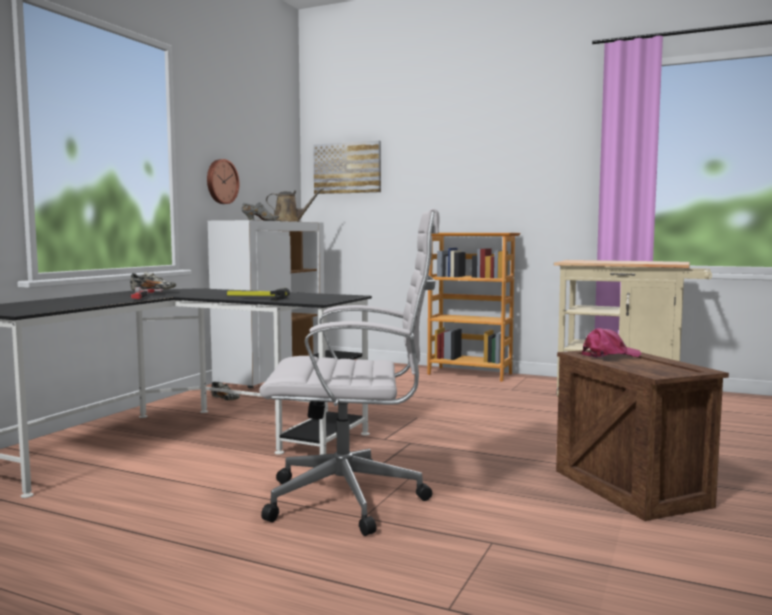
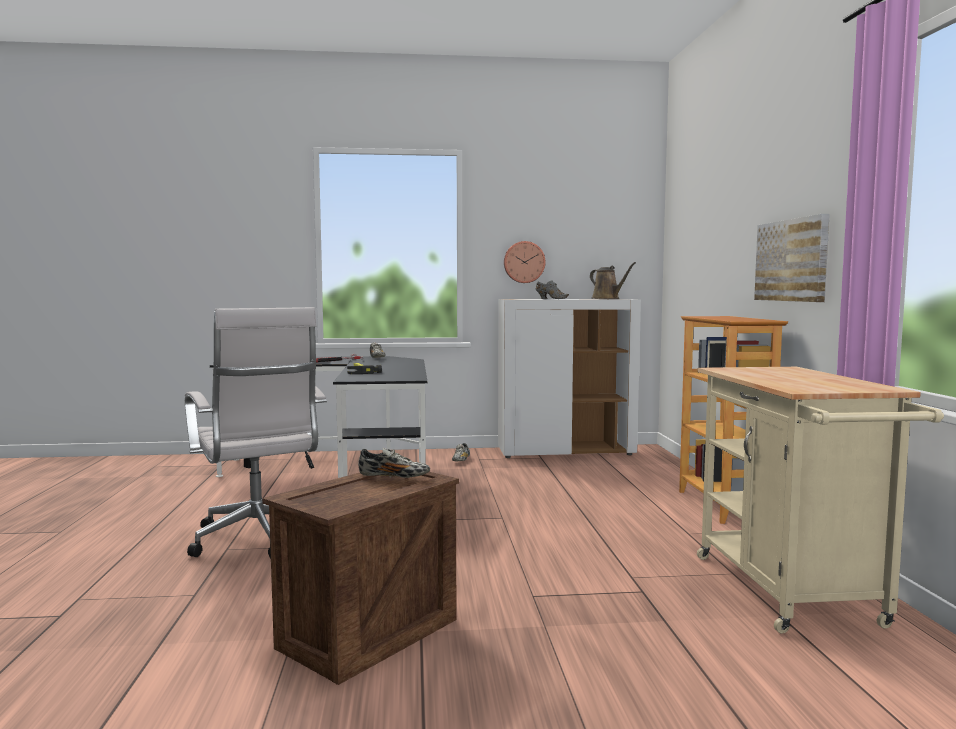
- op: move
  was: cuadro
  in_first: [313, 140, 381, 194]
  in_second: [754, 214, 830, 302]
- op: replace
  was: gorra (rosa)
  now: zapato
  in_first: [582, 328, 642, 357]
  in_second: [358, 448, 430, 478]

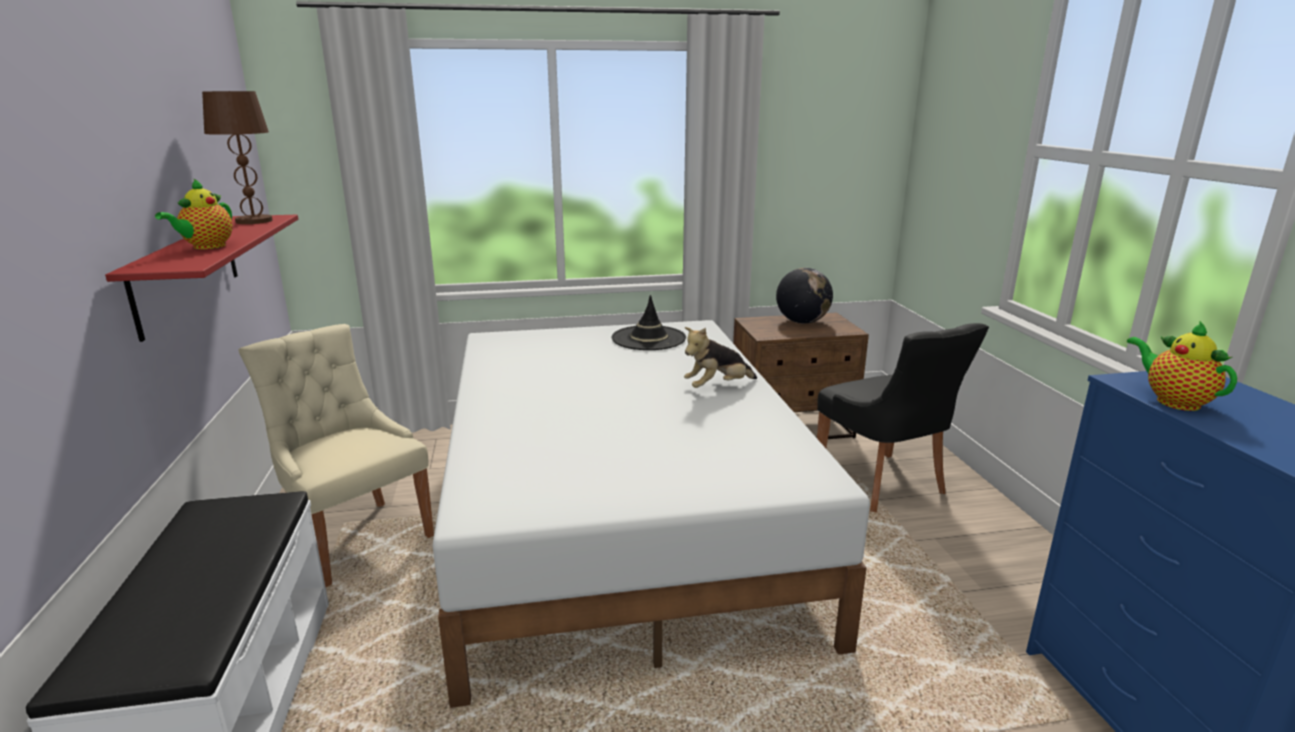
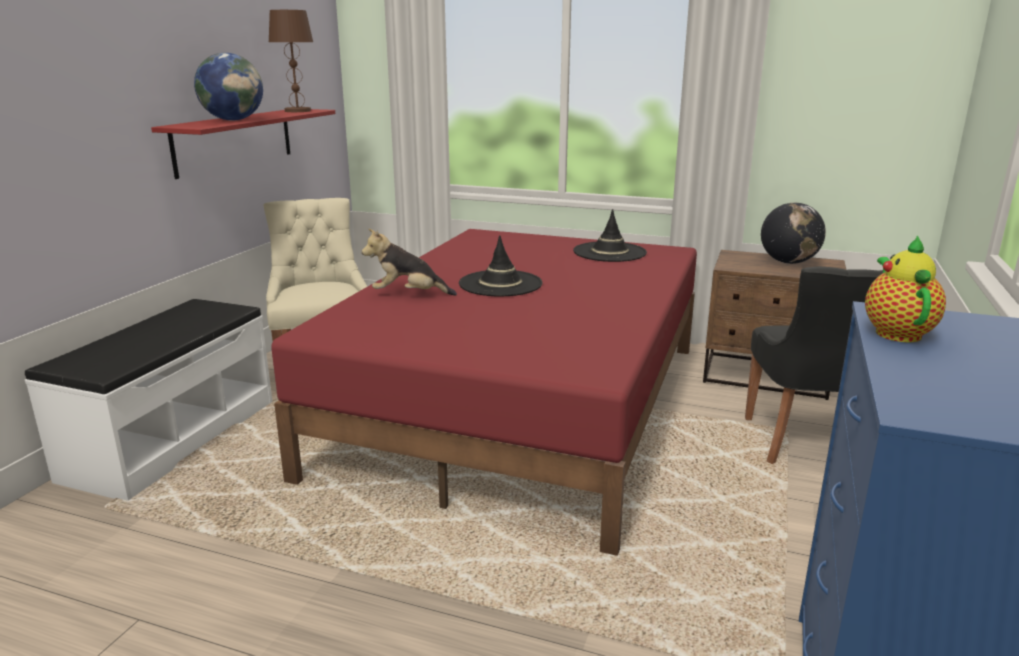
- op: replace
  was: tetera
  now: globo terráqueo
  in_first: [155, 178, 233, 249]
  in_second: [194, 53, 263, 120]
- op: recolor
  was: cama (blanco)
  now: cama (rojo)
  in_first: [433, 320, 870, 708]
  in_second: [271, 229, 697, 556]
- op: move
  was: peluche
  in_first: [684, 327, 757, 388]
  in_second: [362, 228, 457, 296]
- op: insert
  now: sombrero (negro)
  in_second: [459, 235, 543, 296]

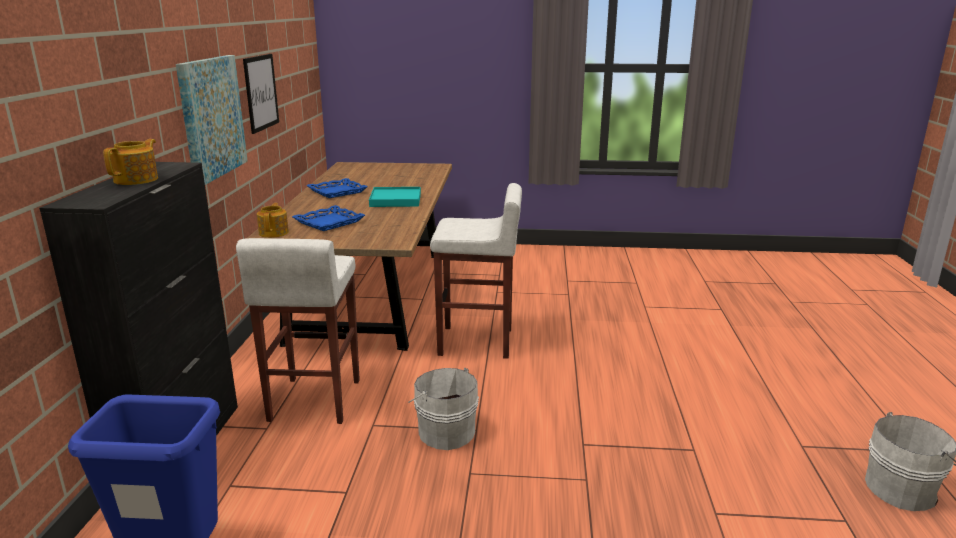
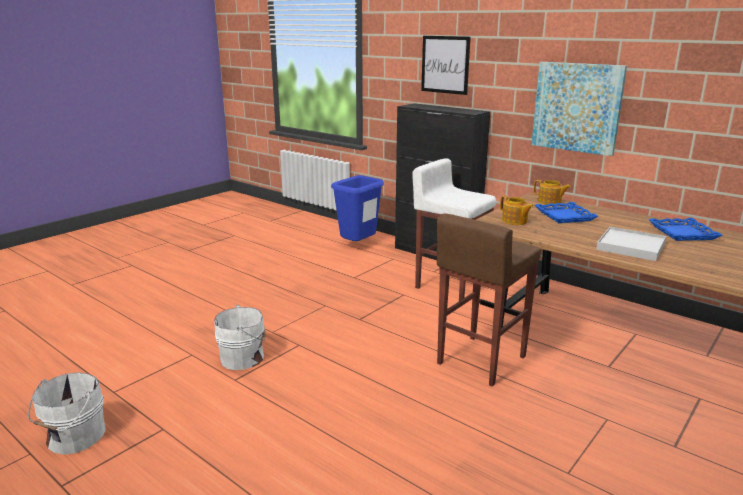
- op: move
  was: cuadro
  in_first: [243, 54, 279, 134]
  in_second: [421, 36, 471, 95]
- op: move
  was: tetera
  in_first: [103, 139, 158, 185]
  in_second: [500, 196, 534, 225]
- op: recolor
  was: taburete (blanco)
  now: taburete (marrón)
  in_first: [430, 183, 522, 359]
  in_second: [437, 214, 541, 387]
- op: recolor
  was: bandeja (turquesa)
  now: bandeja (blanco)
  in_first: [369, 187, 421, 207]
  in_second: [596, 227, 666, 261]
- op: move
  was: cubo (blanco)
  in_first: [408, 368, 479, 450]
  in_second: [214, 305, 266, 370]

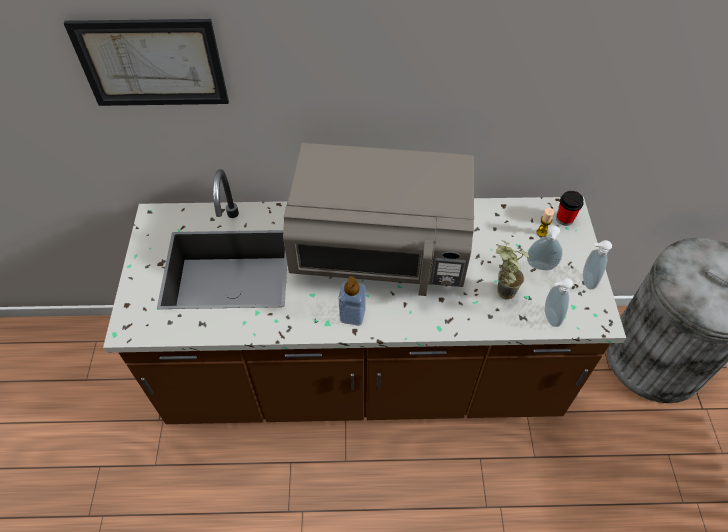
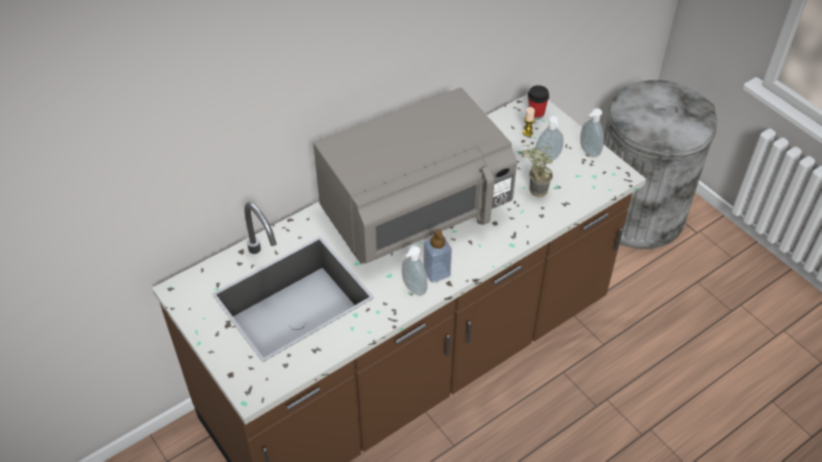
- op: delete
  was: cuadro
  in_first: [64, 19, 229, 106]
- op: move
  was: dispensador de jabón
  in_first: [545, 278, 573, 327]
  in_second: [402, 246, 428, 296]

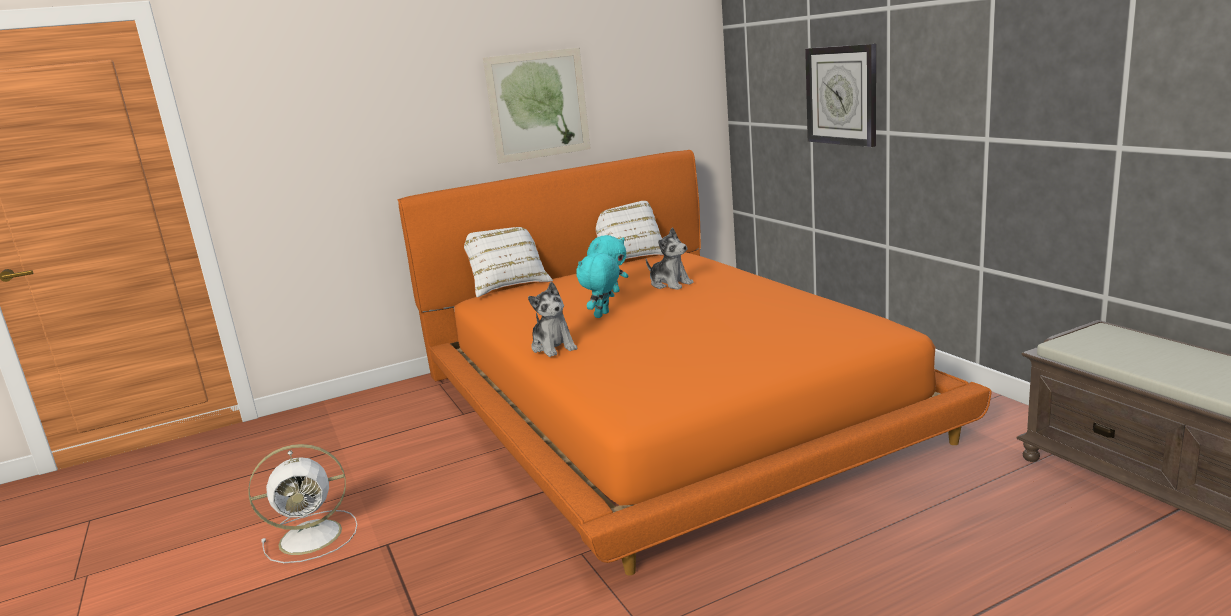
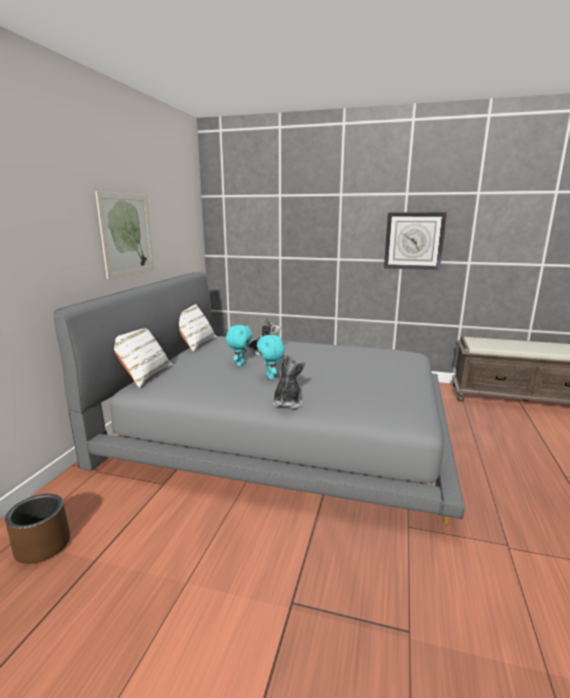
- op: move
  was: reloj de pared
  in_first: [805, 44, 876, 147]
  in_second: [384, 212, 447, 270]
- op: recolor
  was: cama (naranja)
  now: cama (gris)
  in_first: [398, 150, 992, 575]
  in_second: [53, 271, 465, 524]
- op: rotate
  was: peluche
  in_first: [528, 282, 577, 357]
  in_second: [272, 354, 305, 409]
  clockwise: -90
- op: delete
  was: ventilador (blanco)
  in_first: [248, 444, 357, 563]
- op: insert
  now: maceta (marrón)
  in_second: [5, 494, 70, 564]

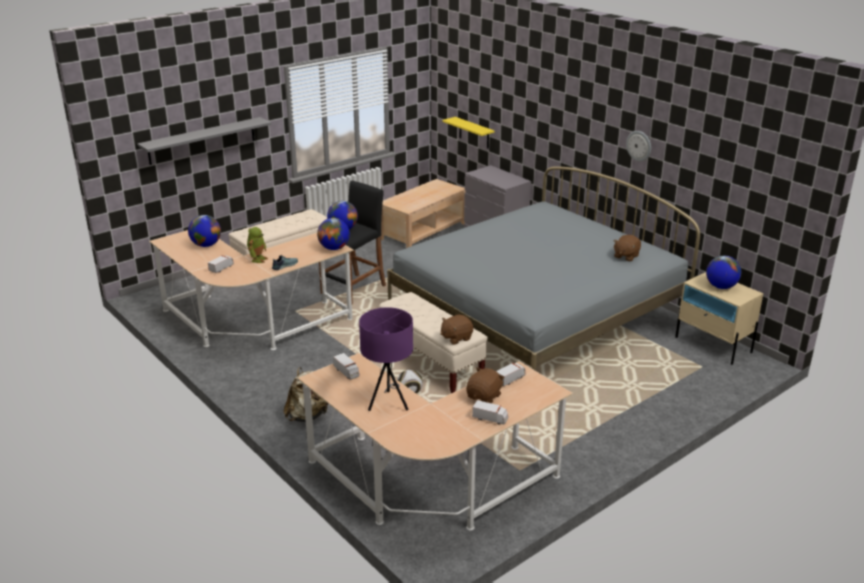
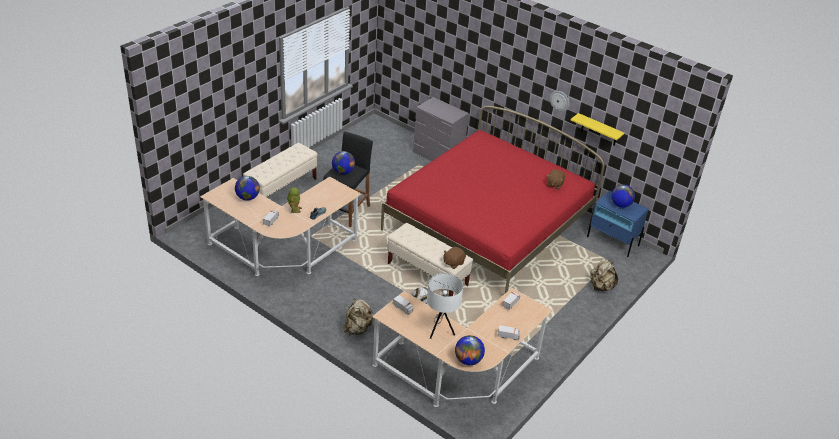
- op: delete
  was: estante (gris)
  in_first: [137, 117, 271, 165]
- op: move
  was: estante (amarillo)
  in_first: [442, 117, 494, 149]
  in_second: [571, 113, 624, 146]
- op: recolor
  was: cama (gris)
  now: cama (rojo)
  in_first: [387, 166, 700, 371]
  in_second: [381, 106, 605, 293]
- op: delete
  was: mesa de centro (beis)
  in_first: [381, 179, 466, 248]
- op: move
  was: globo terráqueo
  in_first: [317, 218, 350, 250]
  in_second: [455, 335, 485, 365]
- op: recolor
  was: mesita de noche (beis)
  now: mesita de noche (azul)
  in_first: [675, 272, 764, 365]
  in_second: [587, 191, 649, 257]
- op: recolor
  was: lámpara de mesa (morado)
  now: lámpara de mesa (blanco)
  in_first: [359, 307, 413, 411]
  in_second: [427, 273, 463, 339]
- op: delete
  was: peluche (marrón)
  in_first: [466, 367, 505, 403]
- op: insert
  now: mochila (beis)
  in_second: [590, 259, 618, 291]

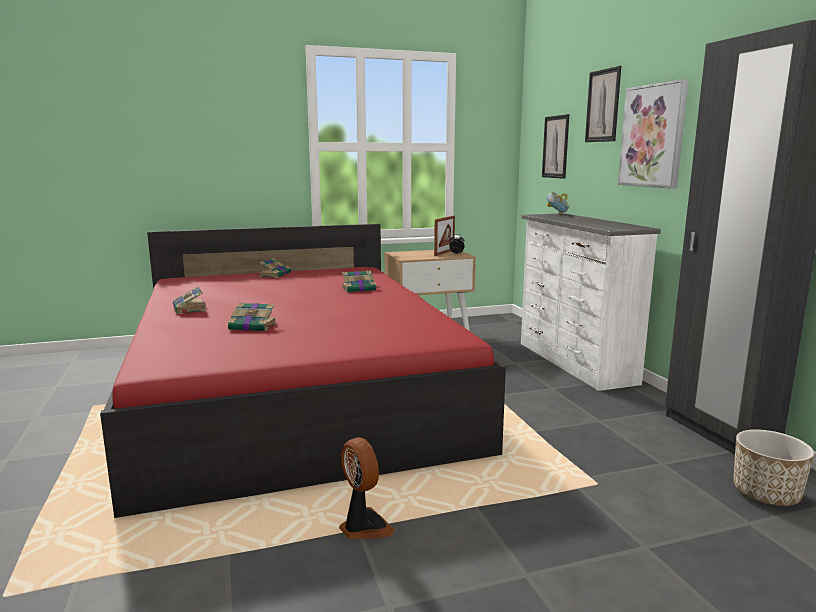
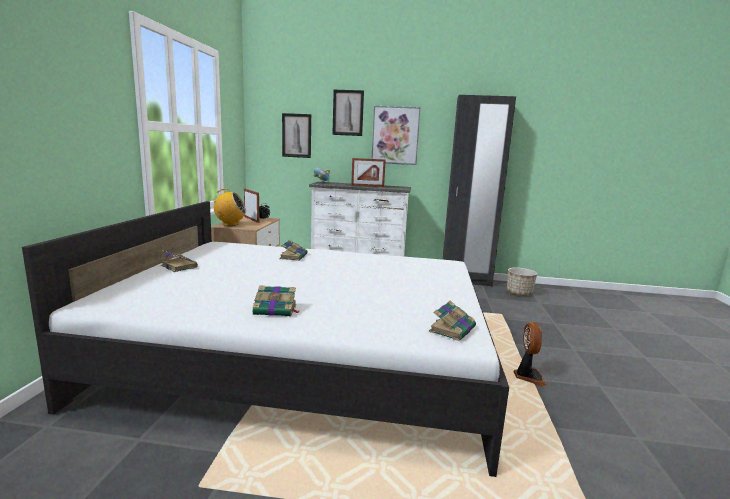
- op: recolor
  was: cama (rojo)
  now: cama (blanco)
  in_first: [100, 224, 506, 518]
  in_second: [22, 201, 509, 477]
- op: move
  was: libro
  in_first: [228, 303, 276, 331]
  in_second: [429, 301, 476, 341]
- op: rotate
  was: ventilador
  in_first: [339, 437, 395, 539]
  in_second: [513, 322, 546, 386]
  clockwise: 105
- op: insert
  now: portarretratos
  in_second: [351, 158, 386, 187]
- op: insert
  now: radio
  in_second: [210, 188, 246, 226]

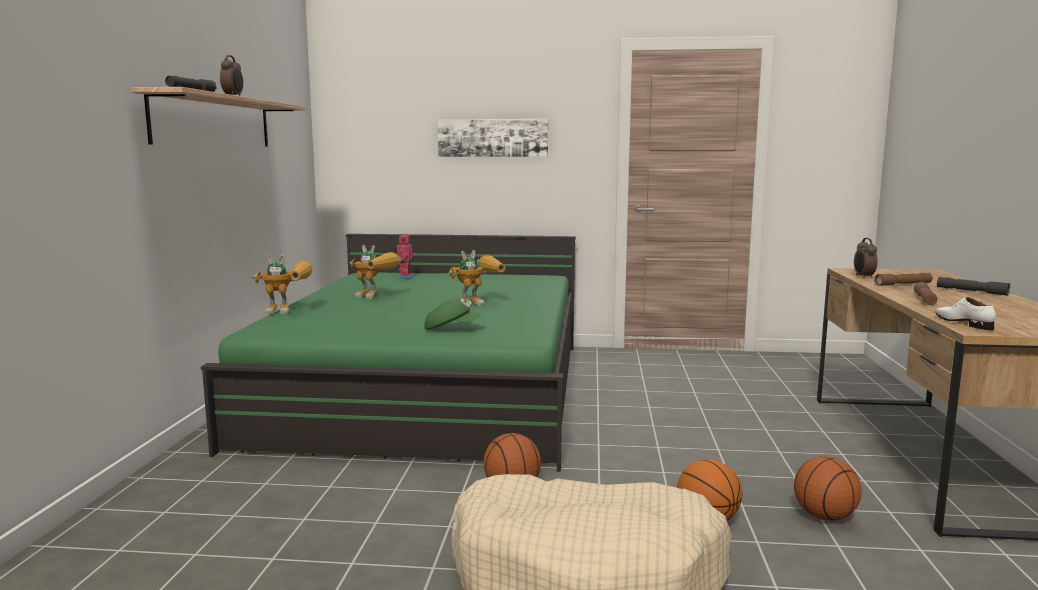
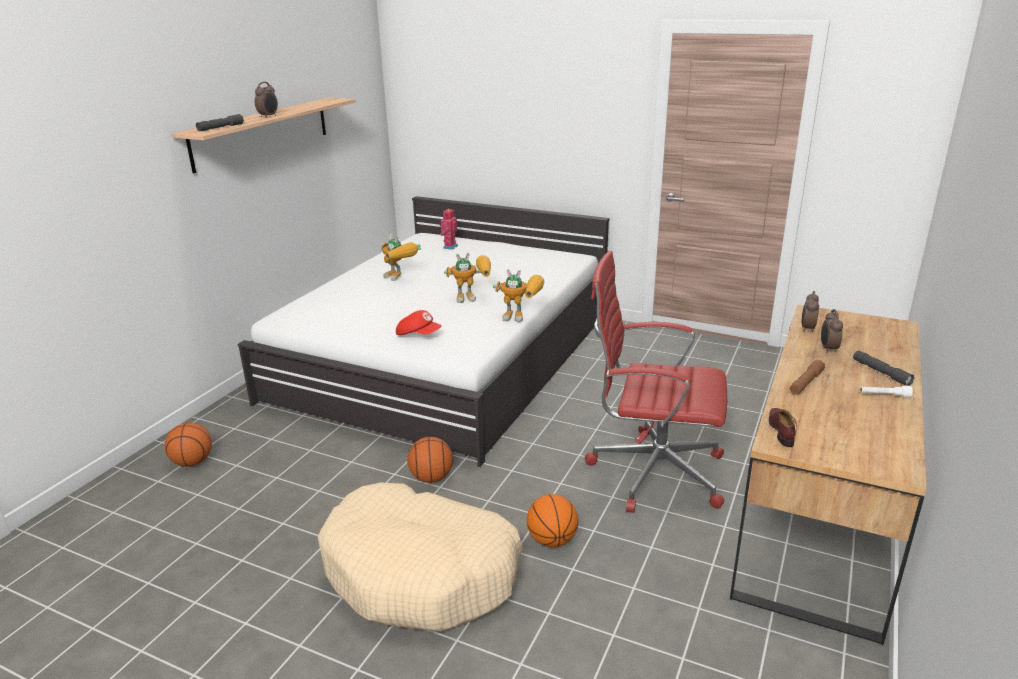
- op: delete
  was: cuadro
  in_first: [438, 119, 548, 157]
- op: recolor
  was: cama (verde)
  now: cama (blanco)
  in_first: [201, 234, 576, 472]
  in_second: [237, 196, 610, 467]
- op: move
  was: robot de juguete
  in_first: [252, 255, 312, 315]
  in_second: [493, 269, 544, 322]
- op: replace
  was: linterna (marrón)
  now: despertador
  in_first: [874, 273, 933, 286]
  in_second: [821, 309, 843, 353]
- op: recolor
  was: zapato (blanco)
  now: zapato (marrón)
  in_first: [935, 297, 996, 330]
  in_second: [769, 408, 797, 447]
- op: recolor
  was: gorra (verde)
  now: gorra (rojo)
  in_first: [424, 298, 483, 330]
  in_second: [396, 310, 442, 335]
- op: move
  was: balón de baloncesto
  in_first: [794, 456, 862, 521]
  in_second: [165, 423, 212, 467]
- op: insert
  now: silla de oficina (rojo)
  in_second: [585, 251, 727, 513]
- op: insert
  now: linterna (blanco)
  in_second: [860, 385, 913, 397]

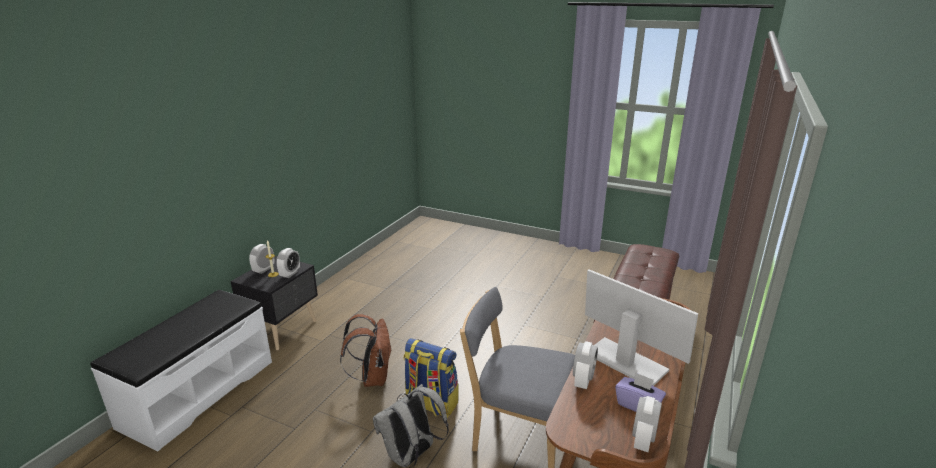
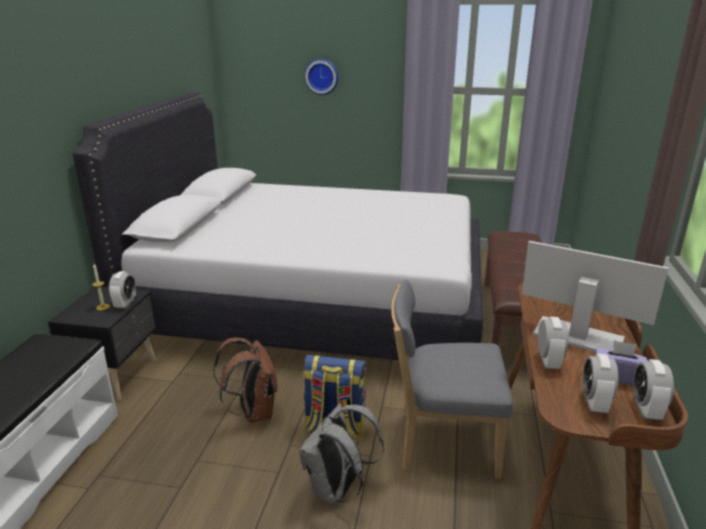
- op: move
  was: despertador
  in_first: [249, 244, 274, 274]
  in_second: [583, 354, 618, 413]
- op: insert
  now: reloj de pared
  in_second: [305, 59, 338, 95]
- op: insert
  now: cama (blanco)
  in_second: [73, 92, 483, 360]

